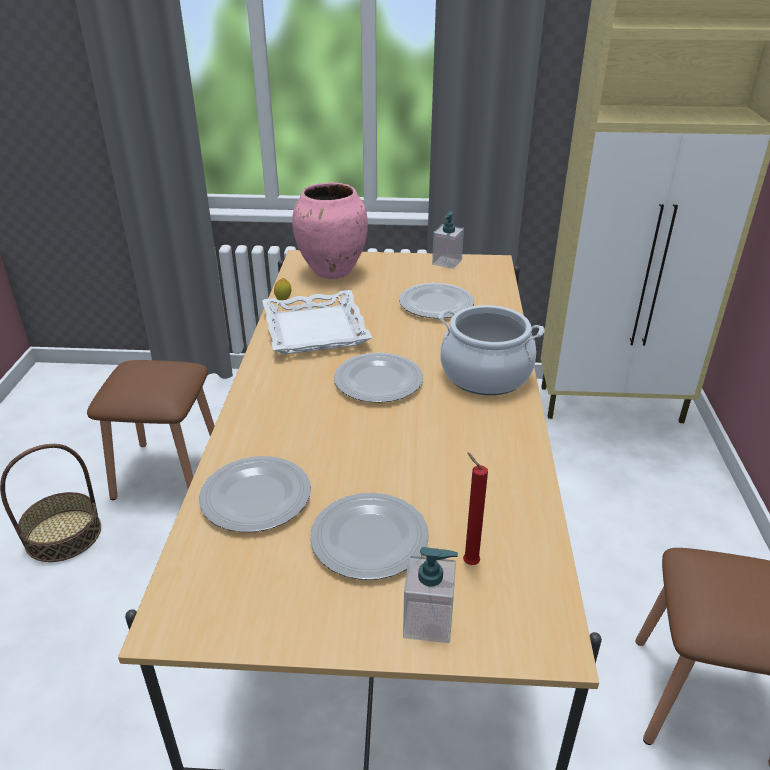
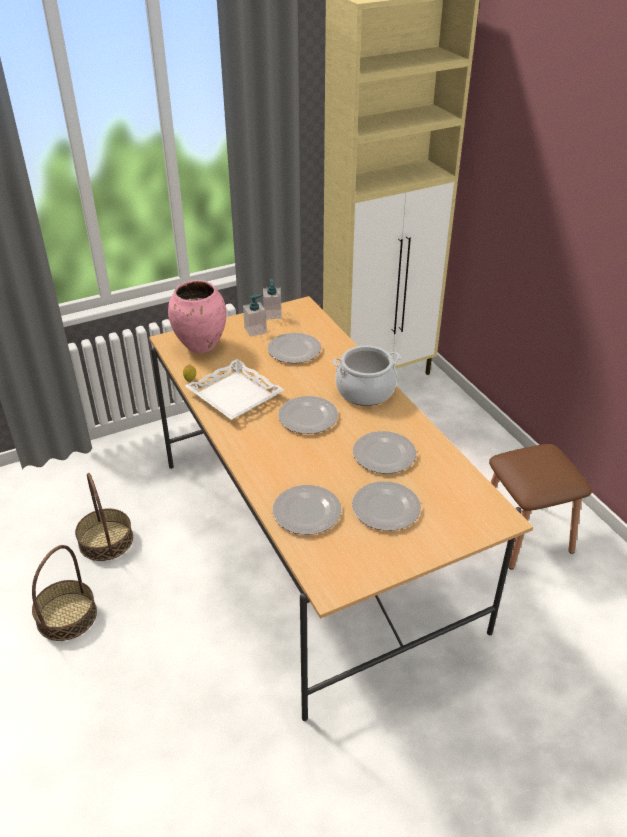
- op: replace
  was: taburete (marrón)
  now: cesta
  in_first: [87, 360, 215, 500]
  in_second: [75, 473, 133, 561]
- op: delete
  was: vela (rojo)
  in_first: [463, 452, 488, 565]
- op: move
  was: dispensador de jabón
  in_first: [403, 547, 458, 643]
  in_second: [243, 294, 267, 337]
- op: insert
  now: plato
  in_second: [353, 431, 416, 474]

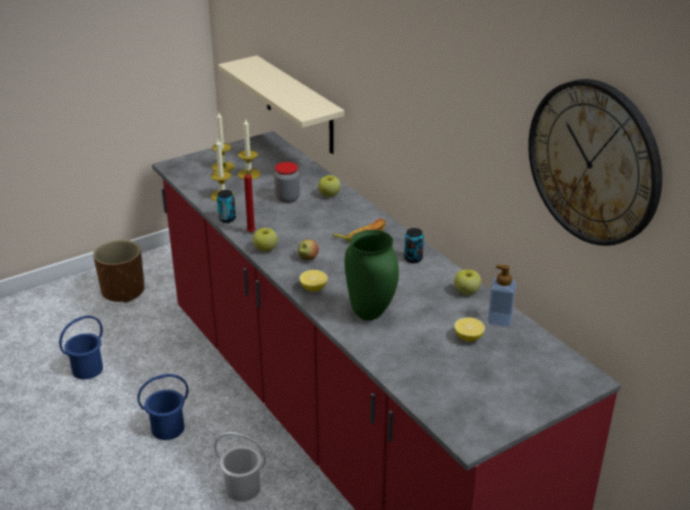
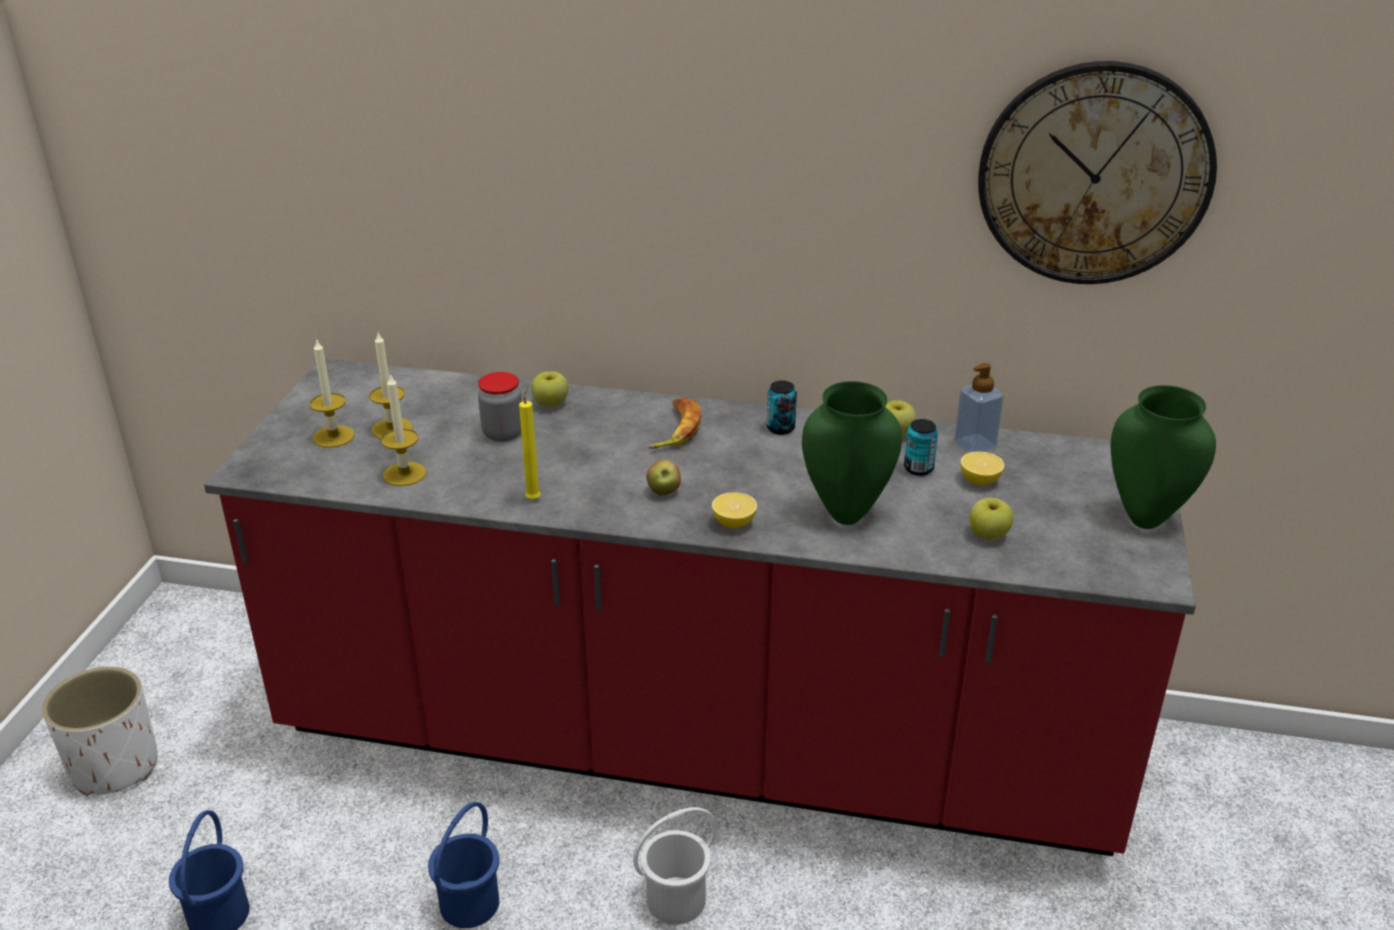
- op: delete
  was: estante (beis)
  in_first: [218, 56, 345, 154]
- op: recolor
  was: vela (rojo)
  now: vela (amarillo)
  in_first: [244, 167, 256, 233]
  in_second: [519, 386, 541, 500]
- op: move
  was: lata
  in_first: [217, 190, 236, 223]
  in_second: [904, 419, 938, 476]
- op: move
  was: manzana
  in_first: [253, 228, 278, 251]
  in_second: [969, 498, 1014, 540]
- op: recolor
  was: maceta (marrón)
  now: maceta (blanco)
  in_first: [93, 240, 144, 303]
  in_second: [42, 667, 158, 796]
- op: insert
  now: florero (verde)
  in_second: [1111, 385, 1216, 529]

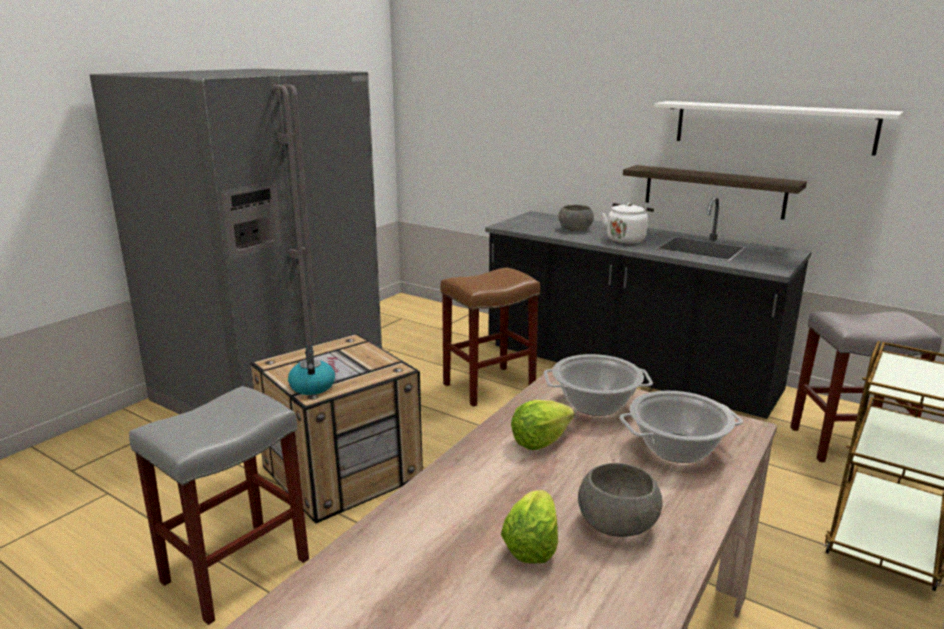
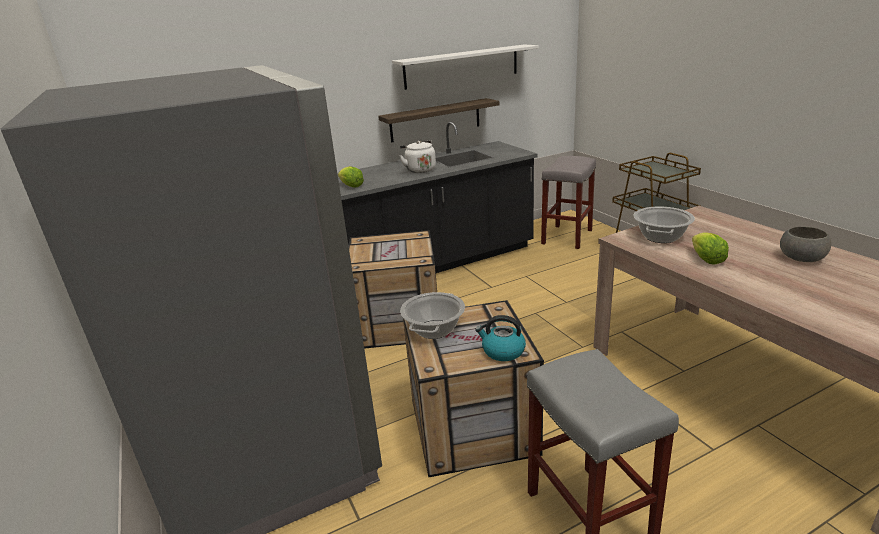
- op: delete
  was: cuenco (gris)
  in_first: [558, 205, 594, 231]
- op: replace
  was: taburete (marrón)
  now: caja de embalaje
  in_first: [440, 267, 540, 407]
  in_second: [348, 230, 437, 349]
- op: move
  was: olla
  in_first: [620, 391, 743, 463]
  in_second: [400, 292, 465, 339]
- op: move
  was: lechuga
  in_first: [501, 490, 558, 564]
  in_second: [338, 166, 364, 188]

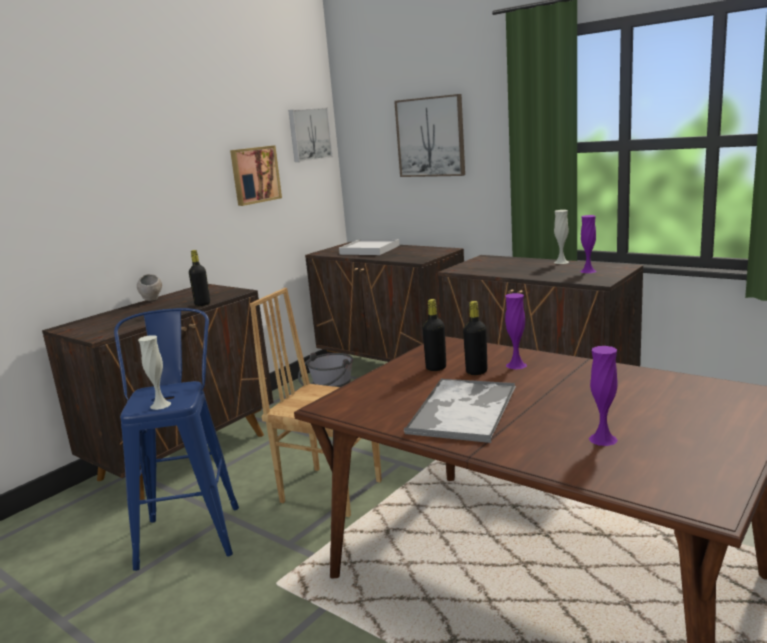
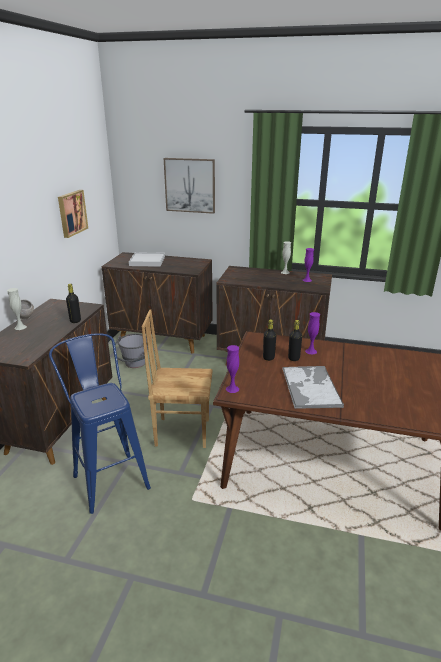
- op: delete
  was: cuadro
  in_first: [288, 107, 333, 162]
- op: move
  was: florero (blanco)
  in_first: [138, 335, 171, 410]
  in_second: [7, 288, 27, 330]
- op: move
  was: florero (morado)
  in_first: [589, 346, 618, 446]
  in_second: [226, 345, 239, 393]

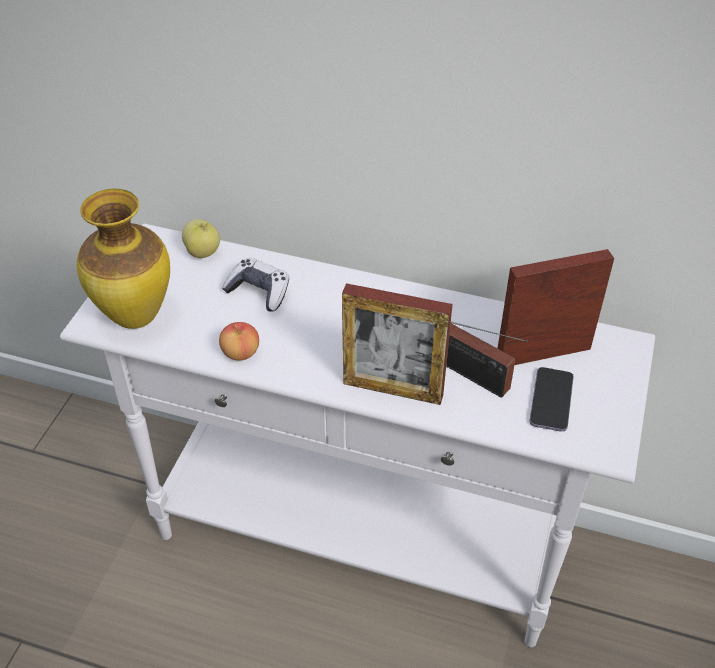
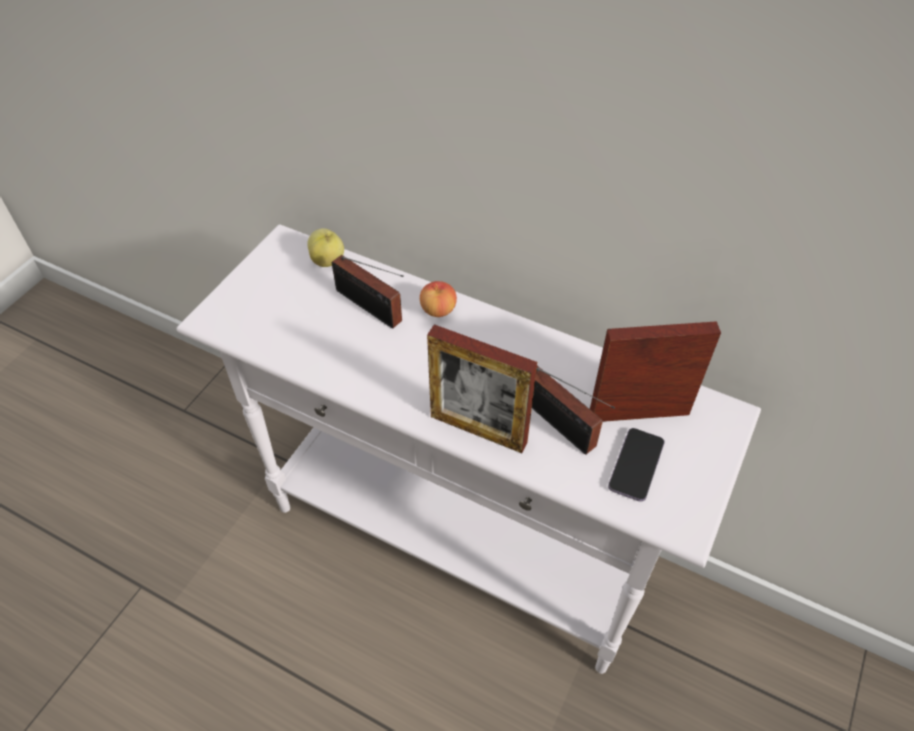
- op: delete
  was: florero
  in_first: [77, 189, 170, 329]
- op: replace
  was: mando de consola
  now: radio
  in_first: [222, 257, 289, 312]
  in_second: [332, 255, 404, 328]
- op: move
  was: manzana
  in_first: [219, 322, 259, 361]
  in_second: [420, 281, 457, 317]

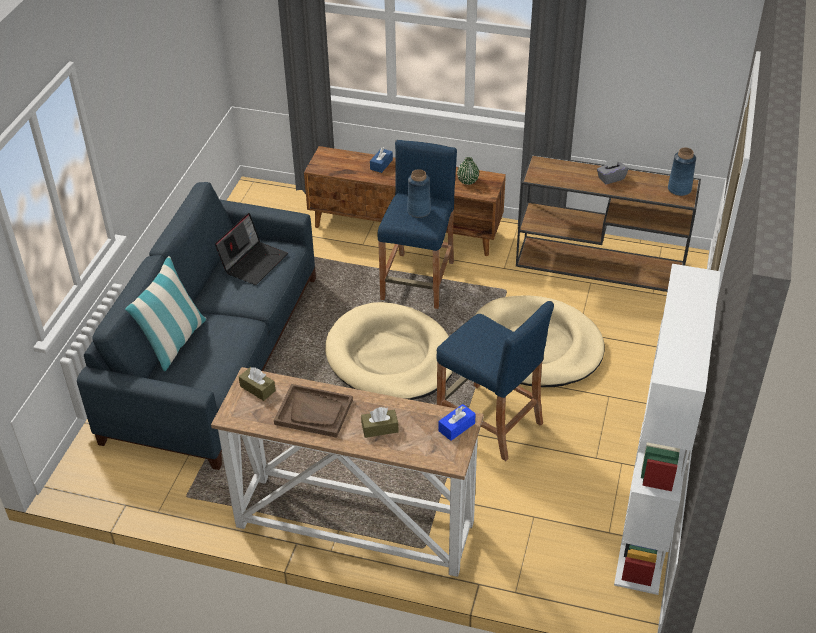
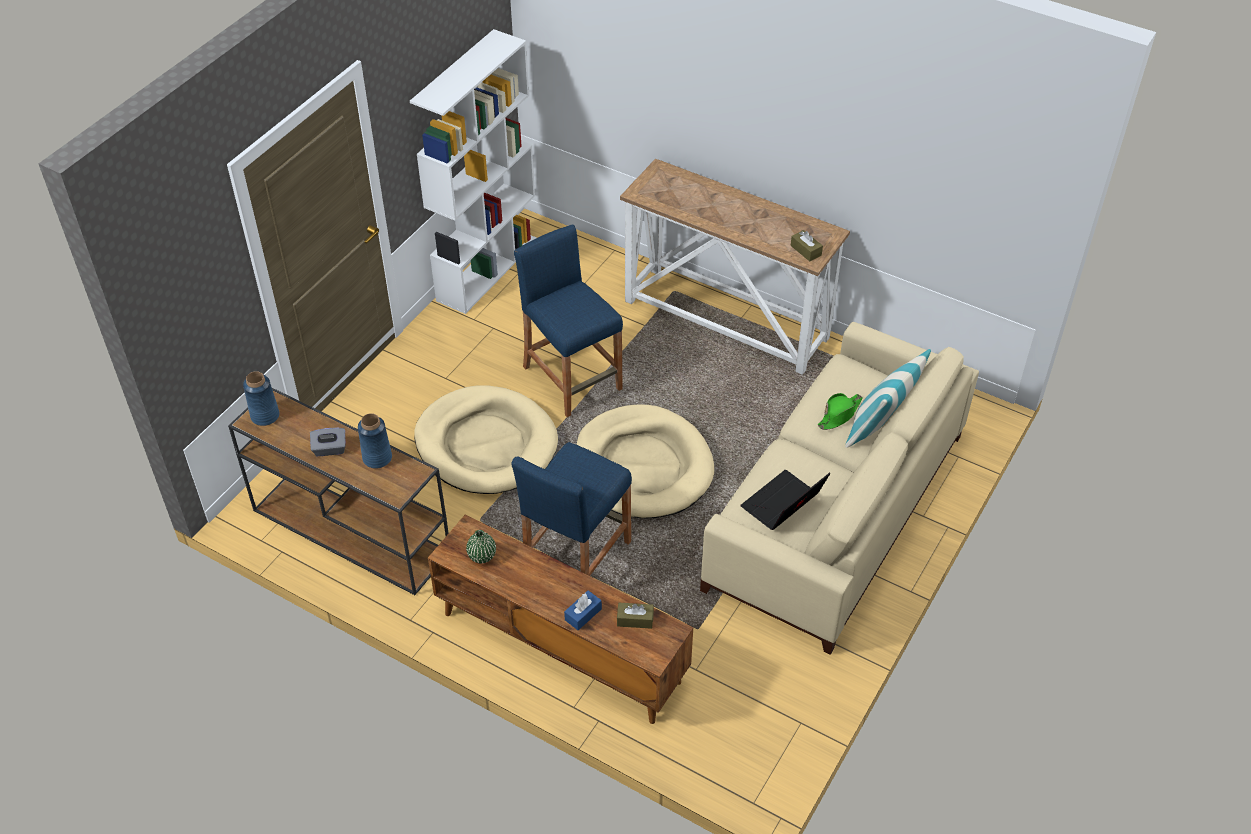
- op: move
  was: florero (azul)
  in_first: [407, 169, 431, 218]
  in_second: [358, 413, 392, 469]
- op: recolor
  was: sofá (azul)
  now: sofá (beis)
  in_first: [77, 182, 316, 470]
  in_second: [700, 322, 979, 655]
- op: delete
  was: bandeja (marrón)
  in_first: [274, 384, 353, 438]
- op: delete
  was: caja de pañuelos (azul)
  in_first: [438, 404, 476, 441]
- op: move
  was: caja de pañuelos (marrón)
  in_first: [361, 407, 399, 438]
  in_second: [617, 603, 654, 629]
- op: insert
  now: sombrero (verde)
  in_second: [818, 393, 863, 430]

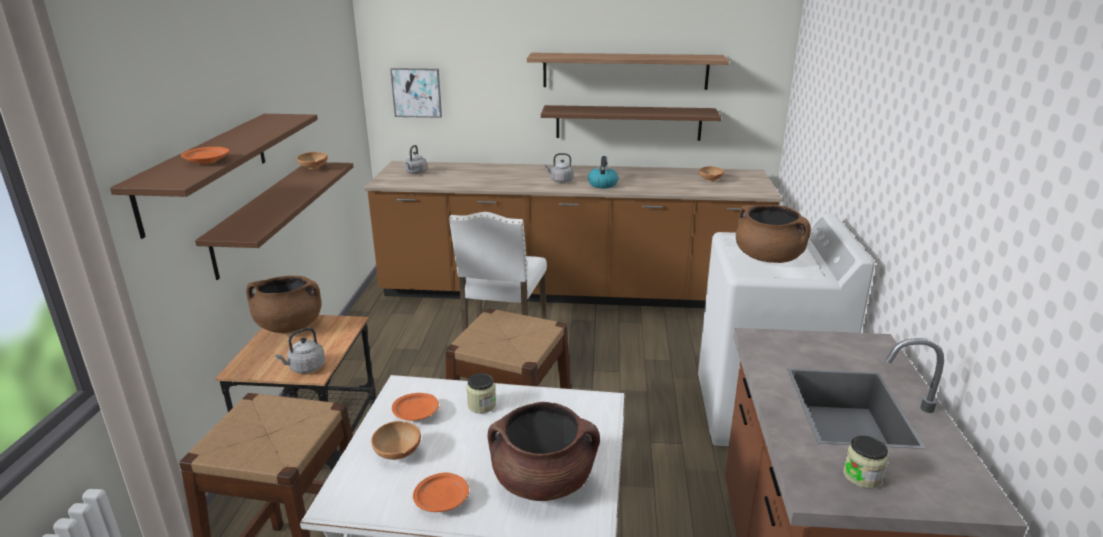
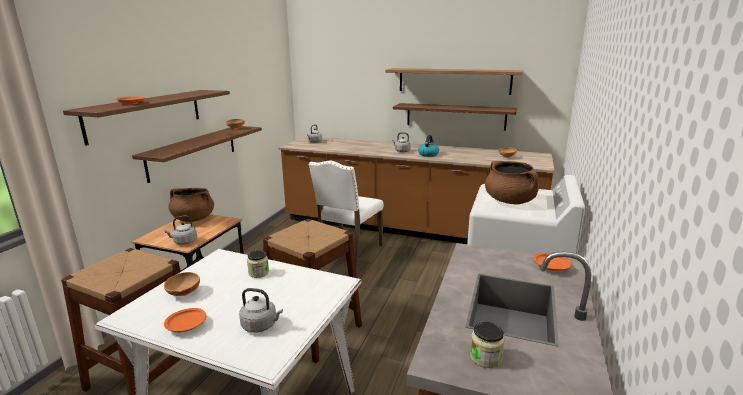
- op: delete
  was: cuadro
  in_first: [390, 68, 442, 118]
- op: move
  was: plato (naranja)
  in_first: [392, 393, 439, 421]
  in_second: [533, 253, 572, 271]
- op: replace
  was: olla (marrón)
  now: hervidor (gris)
  in_first: [487, 402, 600, 501]
  in_second: [239, 288, 283, 333]

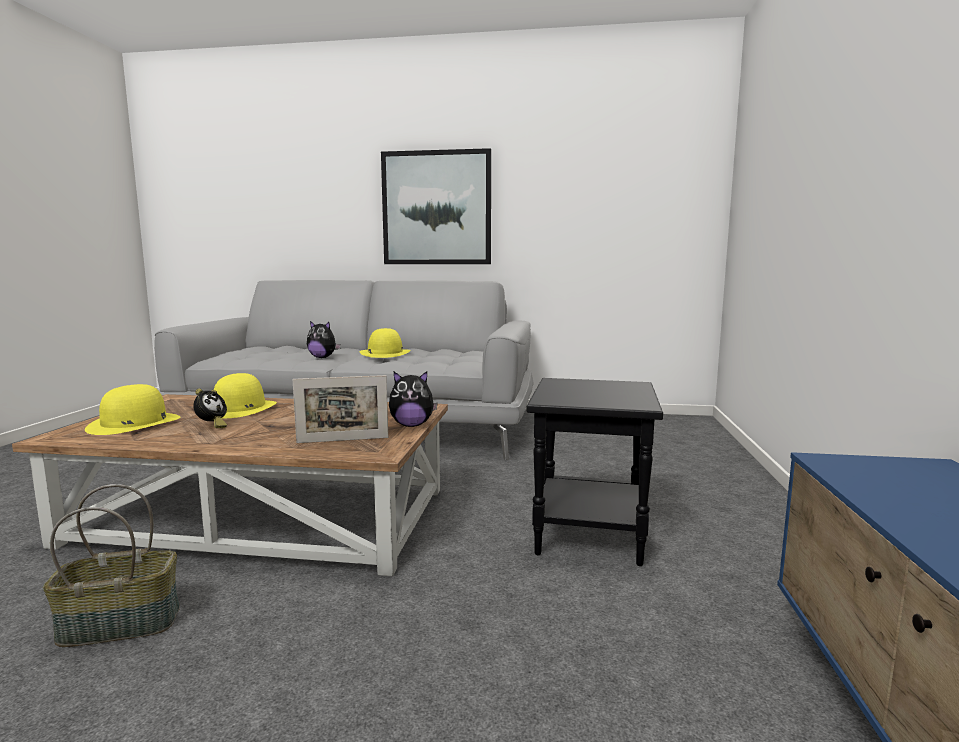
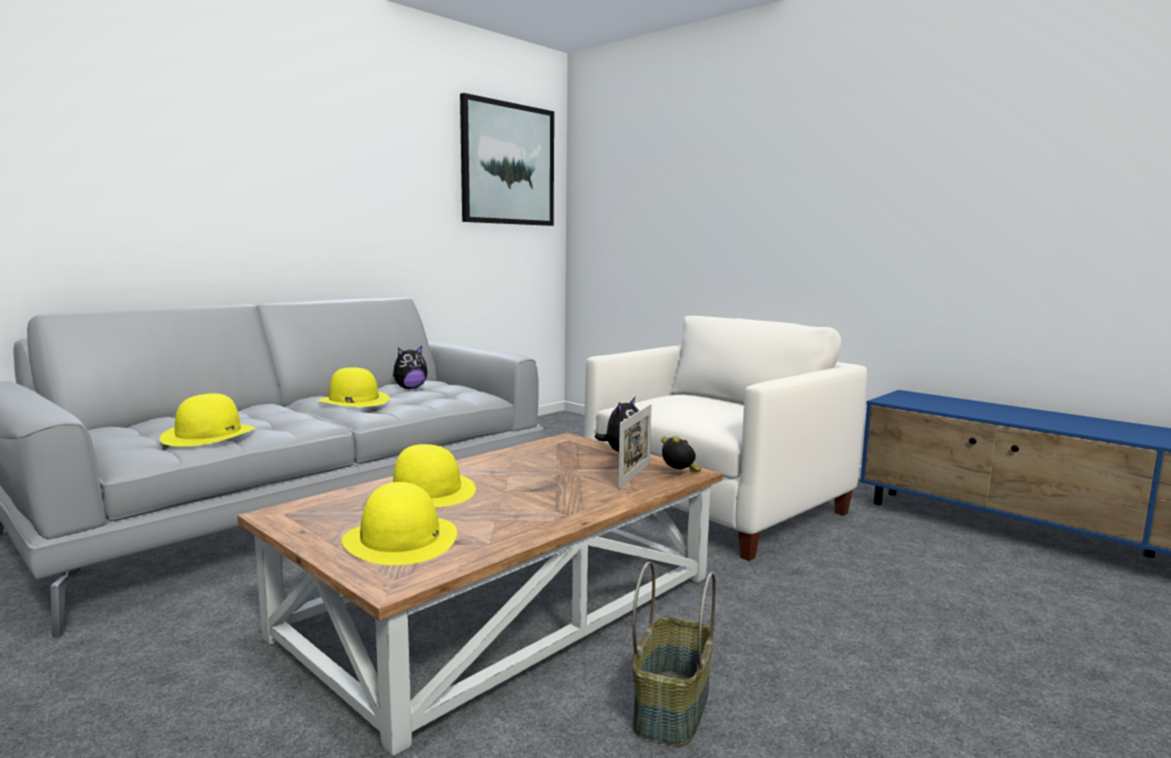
- op: move
  was: cuadro
  in_first: [381, 148, 491, 264]
  in_second: [460, 93, 554, 226]
- op: move
  was: peluche
  in_first: [307, 321, 341, 358]
  in_second: [393, 346, 428, 389]
- op: replace
  was: mesa auxiliar (negro)
  now: sillón (blanco)
  in_first: [527, 378, 663, 566]
  in_second: [584, 316, 867, 561]
- op: move
  was: despertador
  in_first: [193, 389, 227, 428]
  in_second: [661, 436, 701, 472]
- op: insert
  now: sombrero (amarillo)
  in_second: [160, 393, 255, 447]

